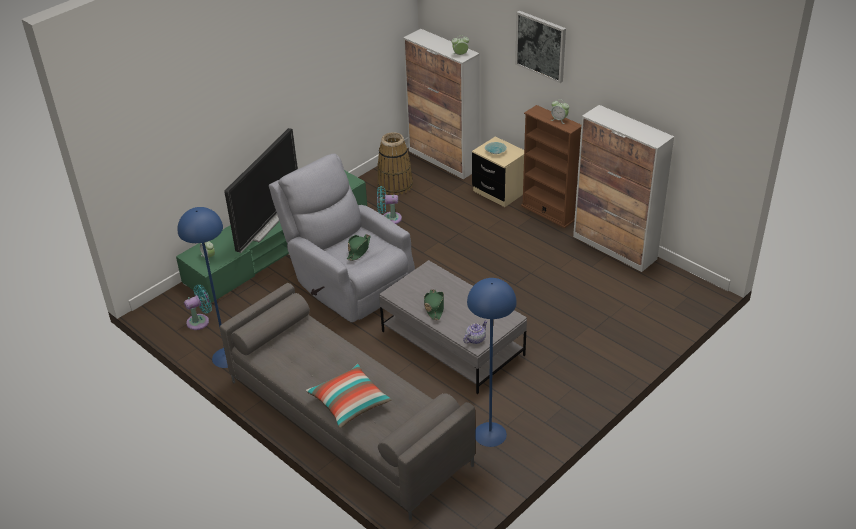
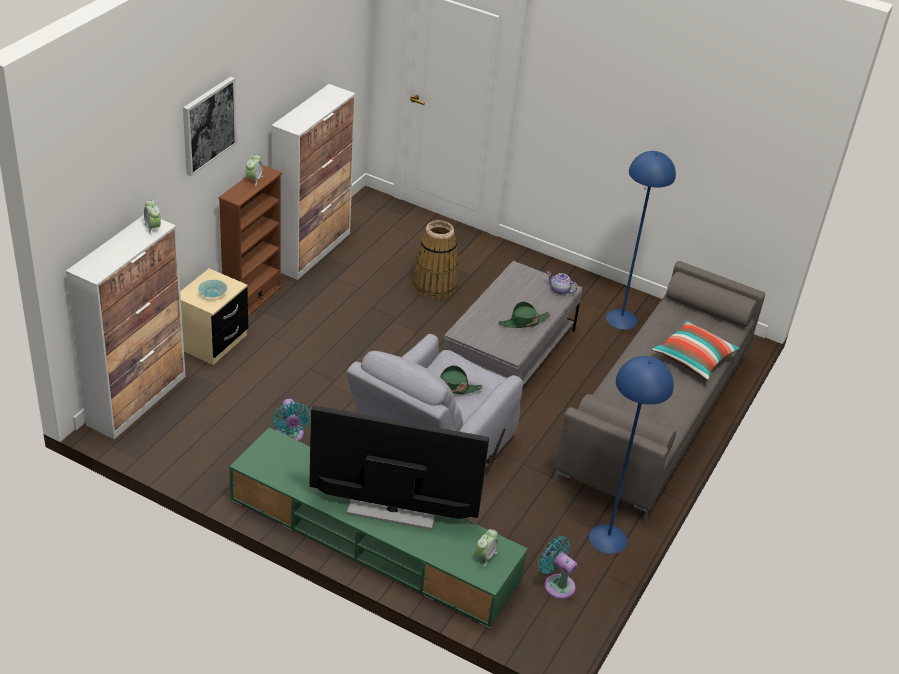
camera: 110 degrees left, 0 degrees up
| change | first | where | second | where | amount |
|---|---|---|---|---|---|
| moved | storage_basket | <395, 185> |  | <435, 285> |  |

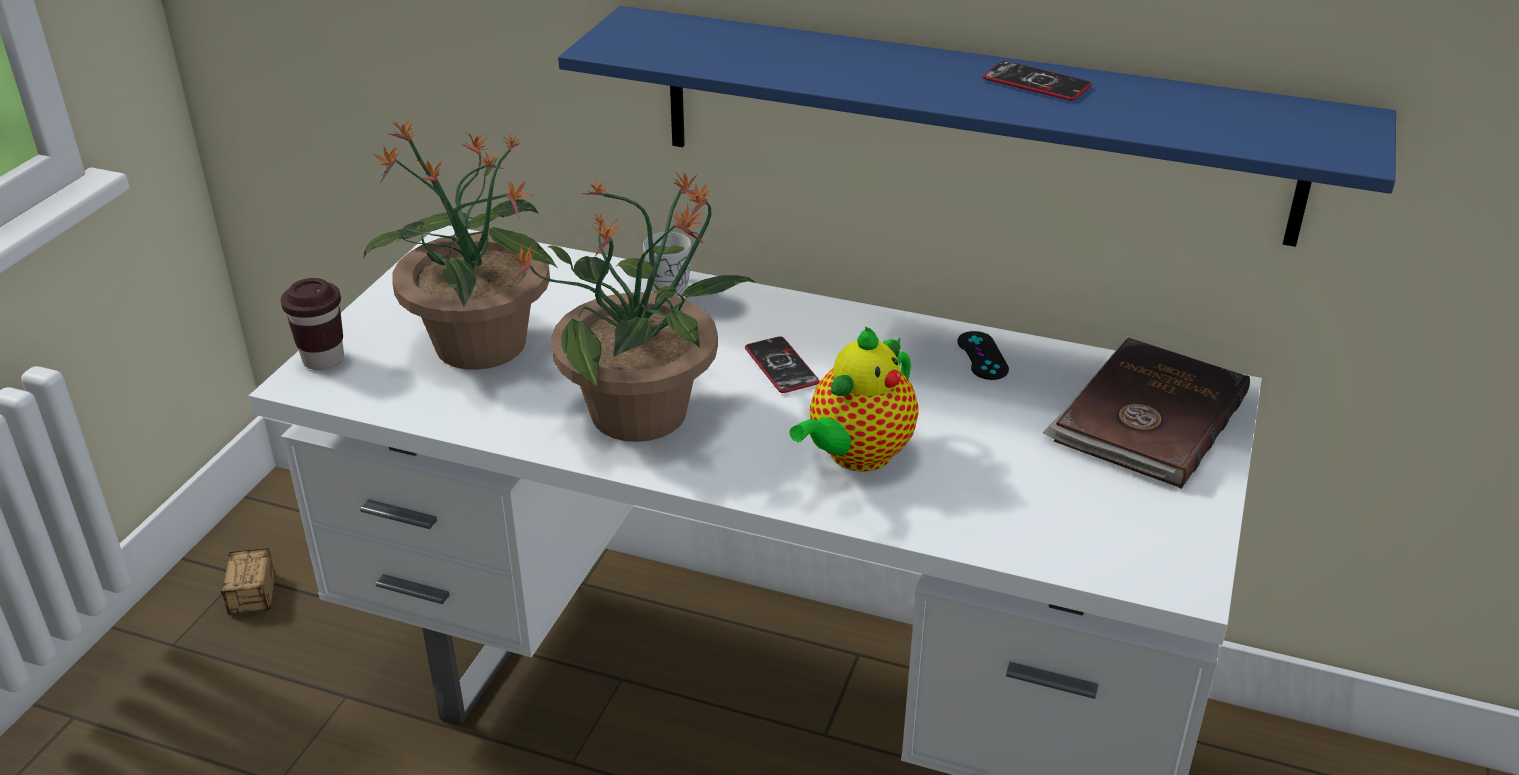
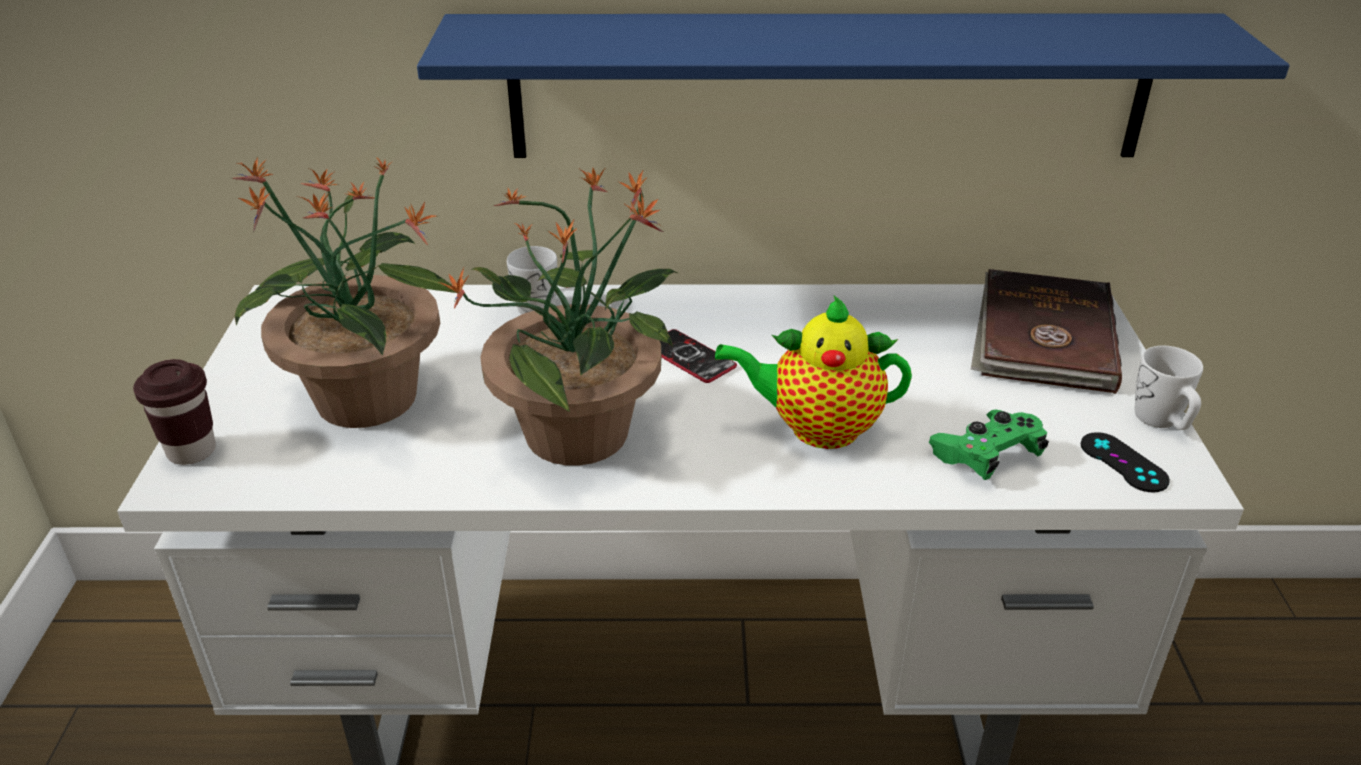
camera: 20 degrees left, 0 degrees up
| change | first | where | second | where | amount |
|---|---|---|---|---|---|
| removed | storage_bin | <248, 621> |  |  |  |
| removed | telephone | <1036, 83> |  |  |  |
| added |  |  | green_joypad | <986, 456> |  |
| added |  |  | whitish_coffee_mug | <1161, 422> |  |
| moved | black-coloured_joypad | <982, 356> |  | <1123, 462> |  |
| turned | pot_for_tea | <856, 456> |  | <816, 428> | 75 degrees clockwise |

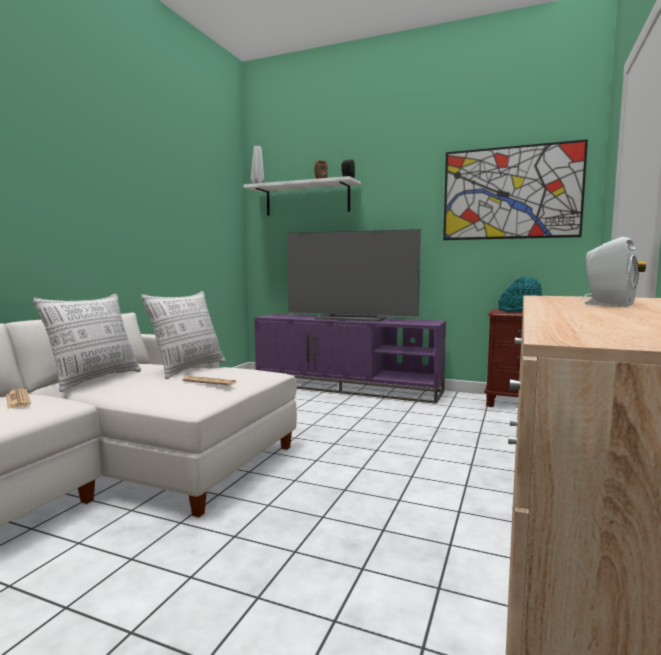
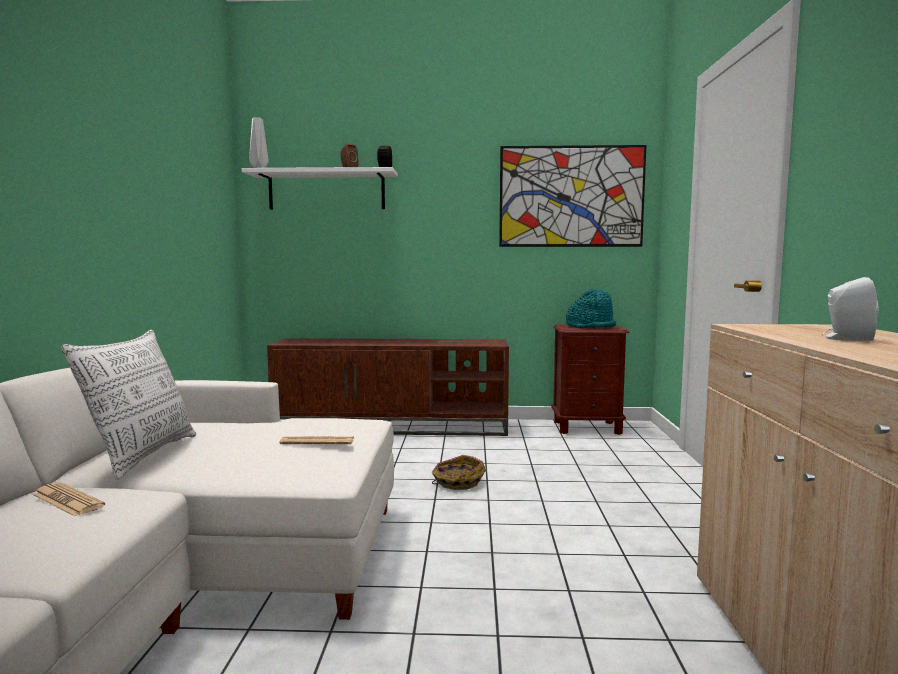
camera: 20 degrees left, 0 degrees up
| change | first | where | second | where | amount |
|---|---|---|---|---|---|
| removed | cushion | <188, 369> |  |  |  |
| removed | TV | <351, 318> |  |  |  |
| added |  |  | storage_basket | <457, 482> |  |
| recoloured | purplish_tv_stand | <348, 387> | brownish_tv_stand | <393, 426> |  |

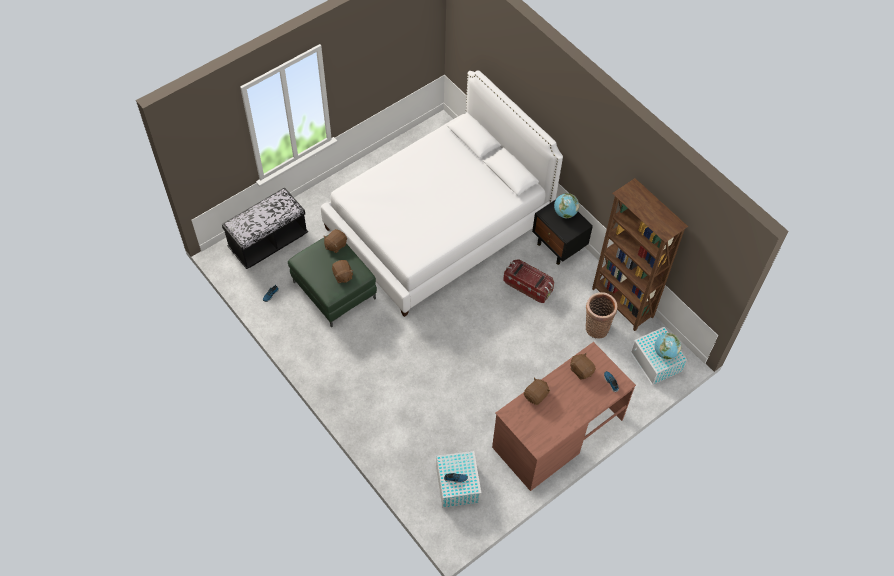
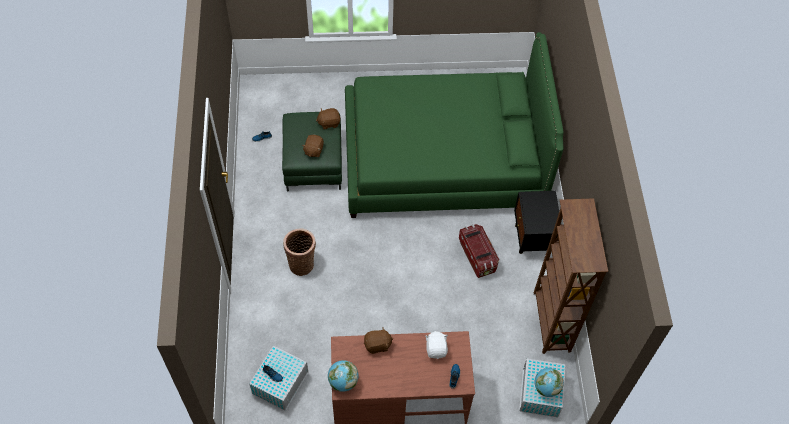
camera: 35 degrees right, 0 degrees up
| change | first | where | second | where | amount |
|---|---|---|---|---|---|
| removed | black-coloured_long_seat | <268, 242> |  |  |  |
| moved | world_globe | <565, 213> |  | <343, 381> |  |
| moved | storage_basket | <596, 327> |  | <302, 263> |  |
| recoloured | whitish_bedroom_bed | <439, 224> | green_bedroom_bed | <443, 159> |  |
| recoloured | brownish_plush_toy | <581, 370> | whitish_plush_toy | <436, 349> |  |

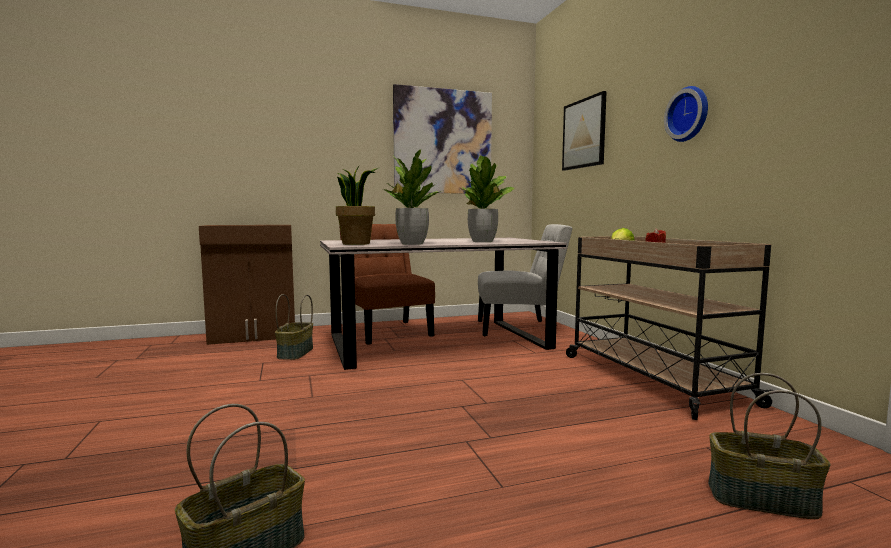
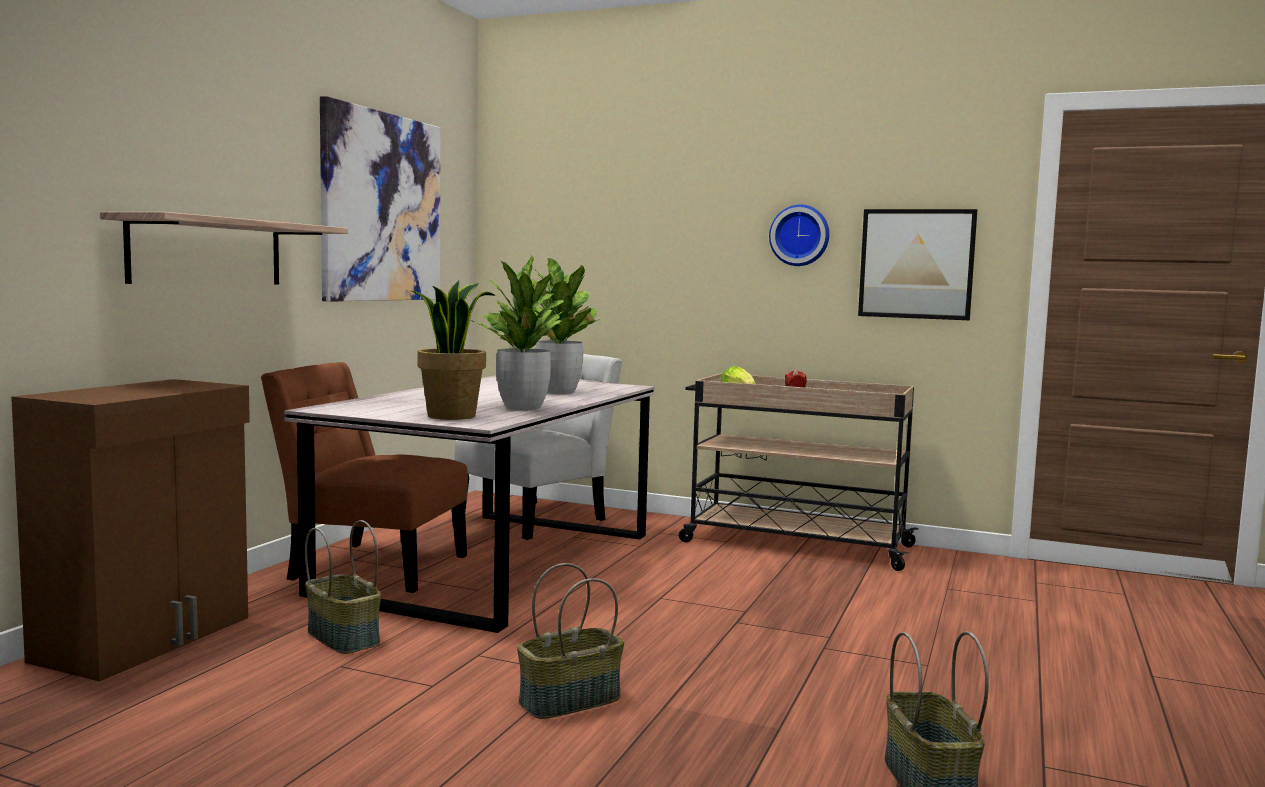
camera: 50 degrees left, 0 degrees up
| change | first | where | second | where | amount |
|---|---|---|---|---|---|
| added |  |  | shelf | <207, 252> |  |
| moved | wall_picture | <584, 133> |  | <916, 264> |  |
| moved | storage_basket | <761, 500> |  | <570, 701> |  |

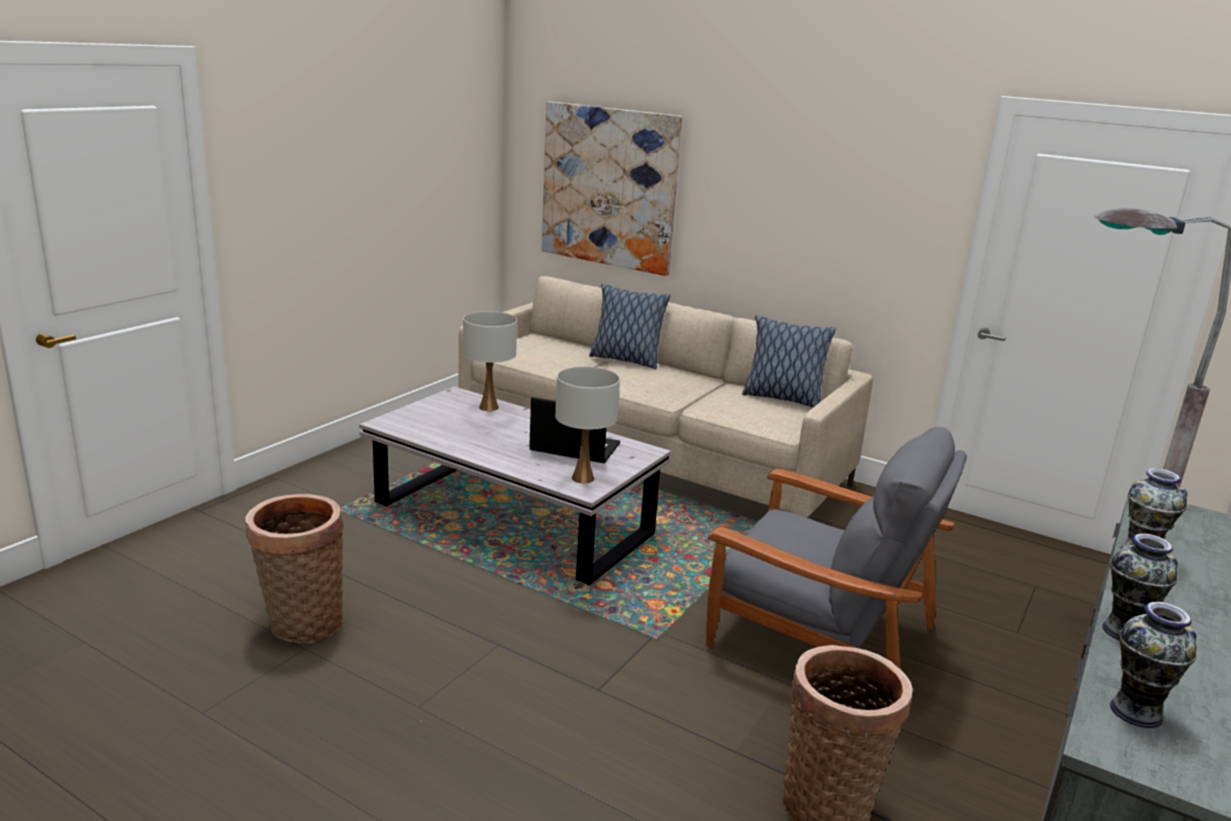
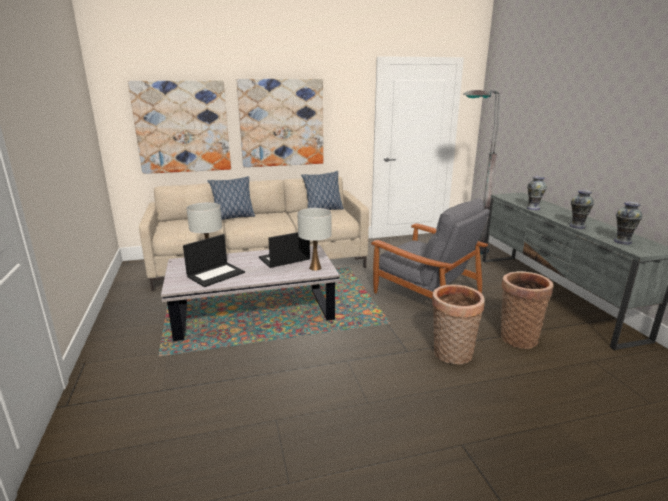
camera: 45 degrees left, 0 degrees up
| change | first | where | second | where | amount |
|---|---|---|---|---|---|
| added |  |  | laptop | <216, 274> |  |
| added |  |  | wall_picture | <282, 123> |  |
| moved | storage_basket | <301, 623> |  | <451, 355> |  |
| turned | grey_lounge_chair | <818, 635> |  | <426, 293> | 60 degrees clockwise |

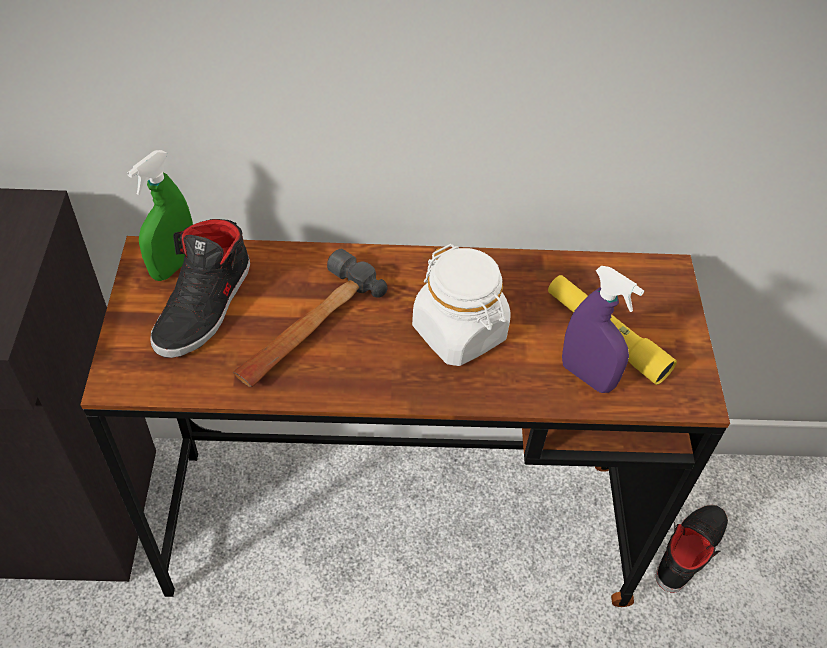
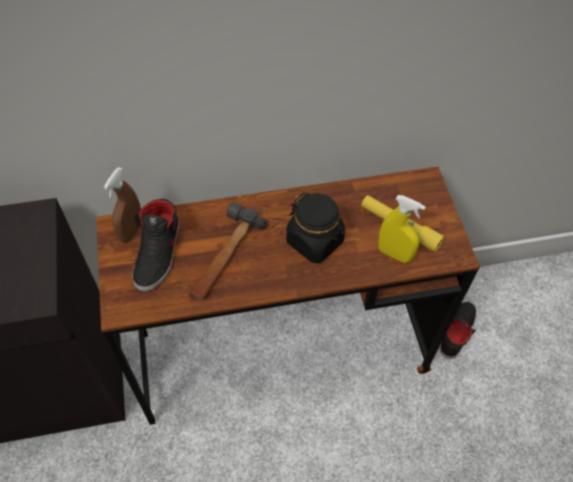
camera: 10 degrees left, 5 degrees up
| change | first | where | second | where | amount |
|---|---|---|---|---|---|
| recoloured | green_sprayer | <173, 265> | brownish_sprayer | <131, 231> |  |
| recoloured | whitish_jar | <459, 332> | black-coloured_jar | <315, 241> |  |
| recoloured | purplish_sprayer | <586, 376> | yellow-coloured_sprayer | <394, 254> |  |

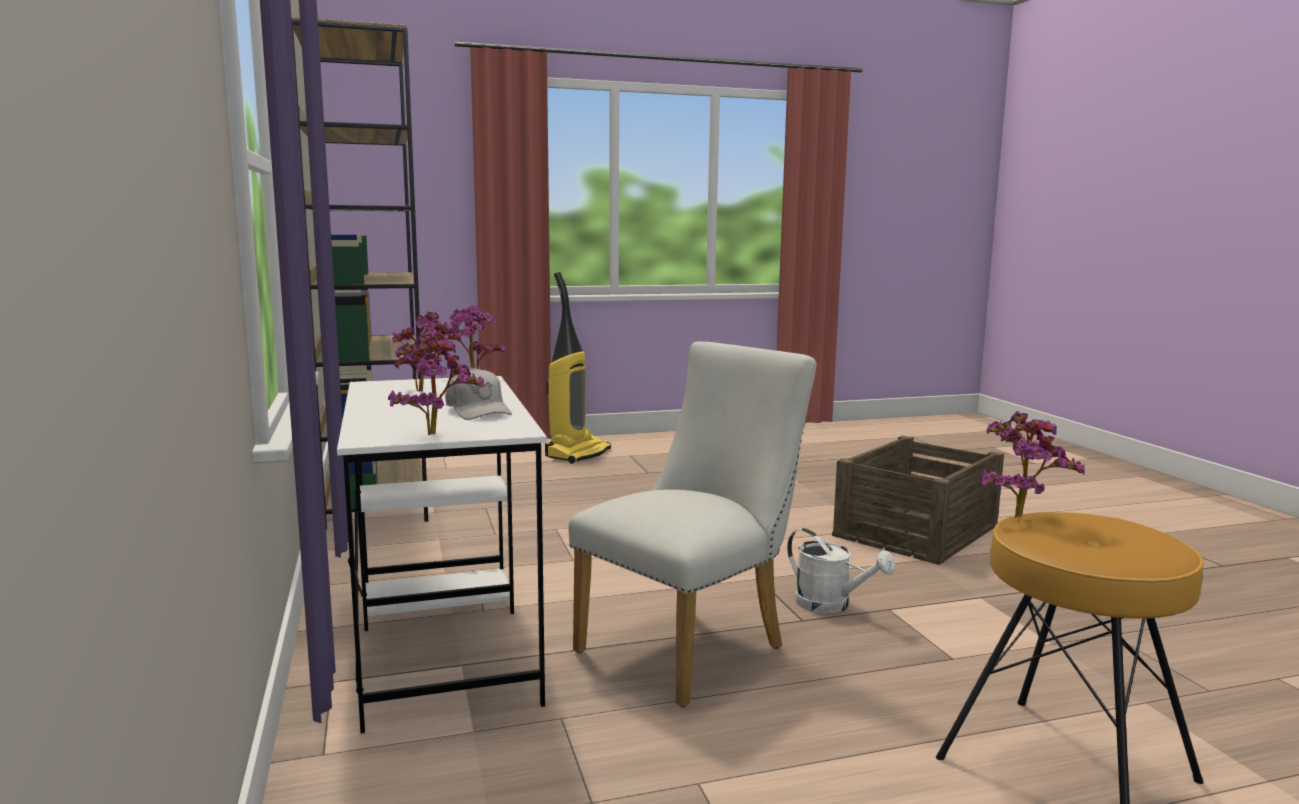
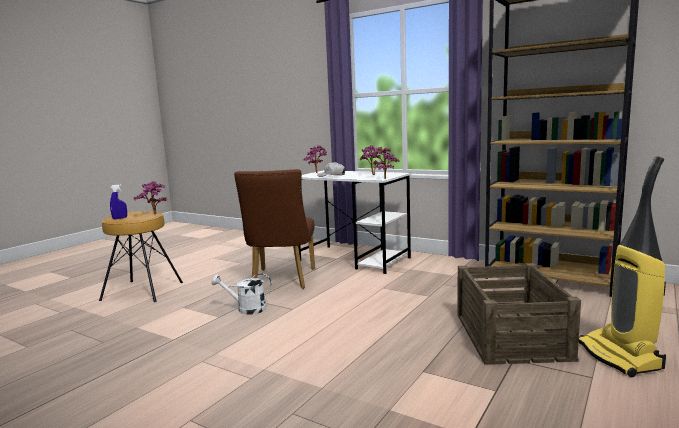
camera: 140 degrees right, 0 degrees up
| change | first | where | second | where | amount |
|---|---|---|---|---|---|
| added |  |  | blue_sprayer | <120, 218> |  |
| moved | packing_crate | <917, 530> |  | <510, 336> |  |
| recoloured | whitish_chair | <692, 646> | brownish_chair | <282, 280> |  |

